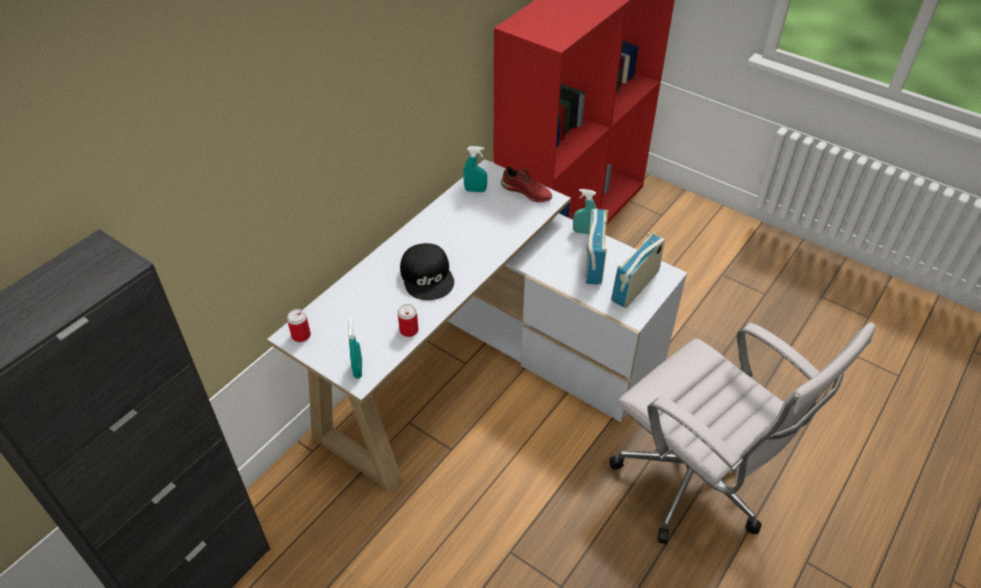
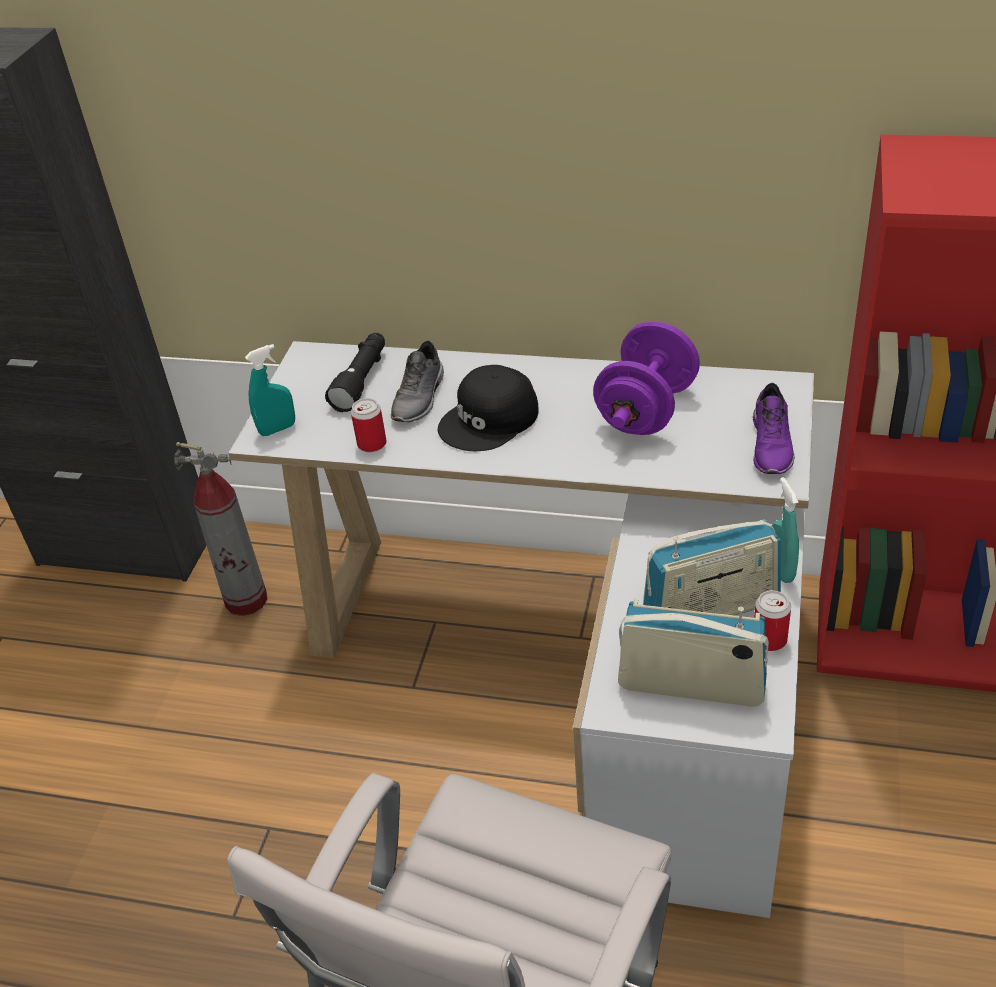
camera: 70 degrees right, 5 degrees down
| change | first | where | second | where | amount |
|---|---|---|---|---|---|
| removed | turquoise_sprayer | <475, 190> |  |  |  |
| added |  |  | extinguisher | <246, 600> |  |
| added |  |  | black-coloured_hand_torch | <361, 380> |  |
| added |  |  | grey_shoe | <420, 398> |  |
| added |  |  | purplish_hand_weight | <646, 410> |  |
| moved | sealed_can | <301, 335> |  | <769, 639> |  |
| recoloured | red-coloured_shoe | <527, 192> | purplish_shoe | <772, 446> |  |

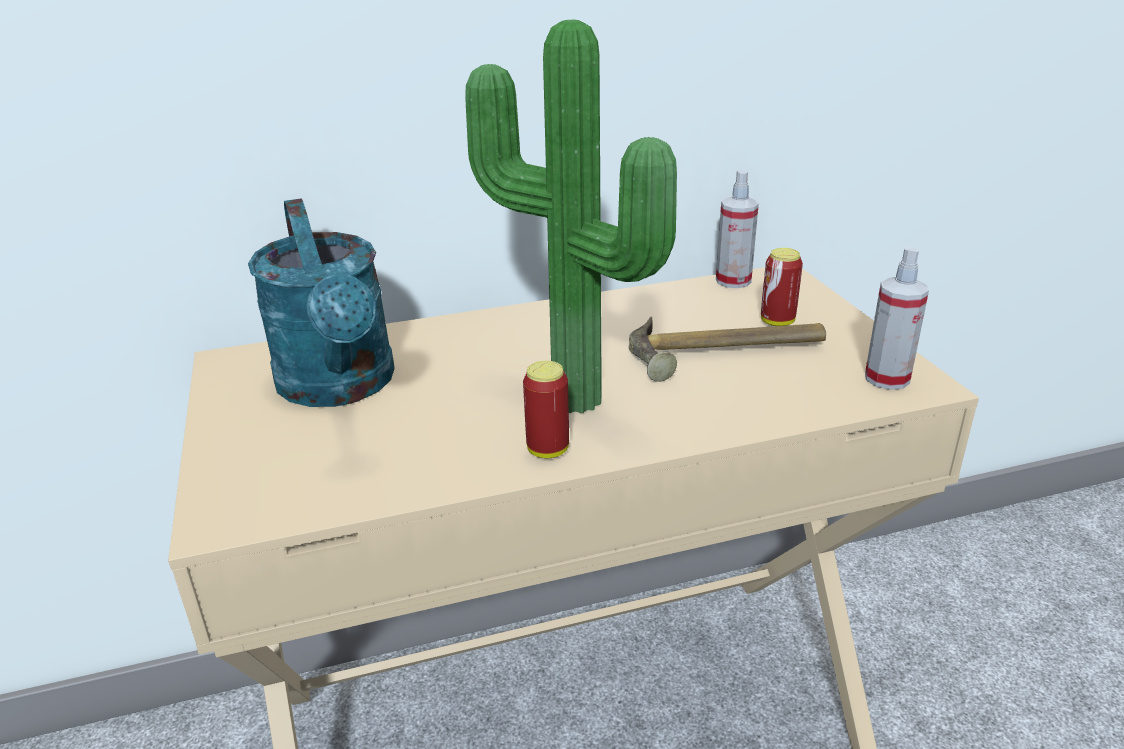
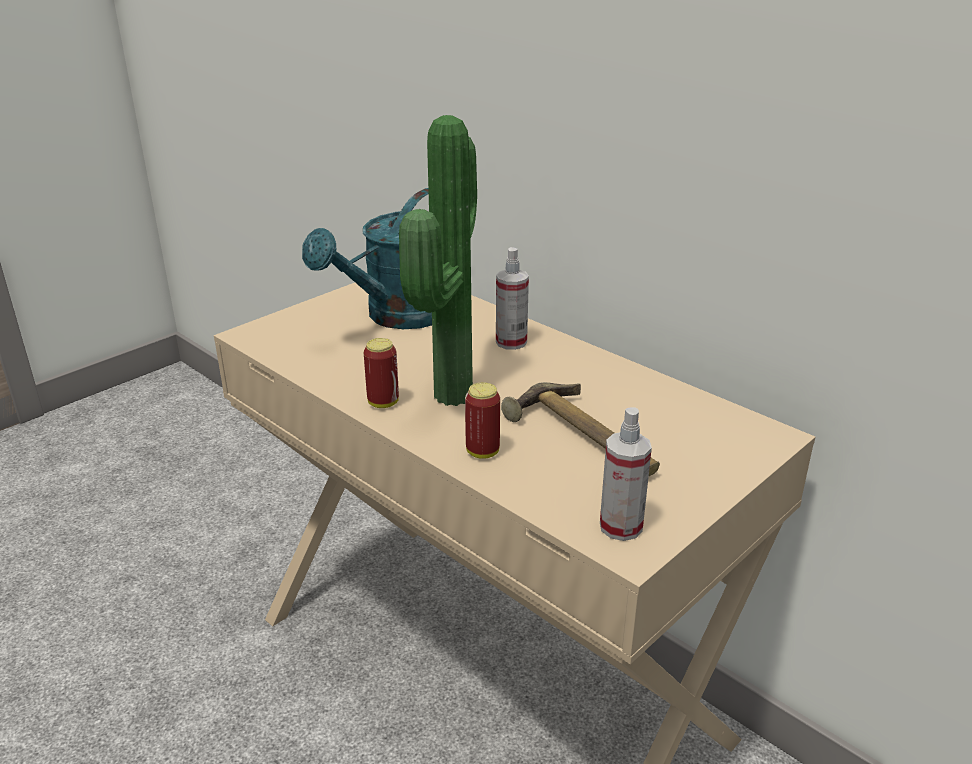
camera: 60 degrees right, 0 degrees up
| change | first | where | second | where | amount |
|---|---|---|---|---|---|
| moved | sprayer | <733, 281> |  | <511, 342> |  |
| moved | sealed_can | <777, 322> |  | <482, 452> |  |

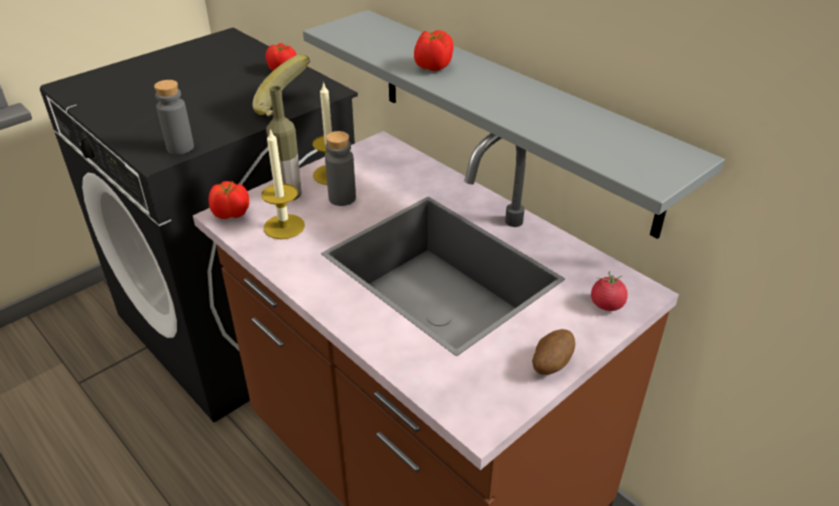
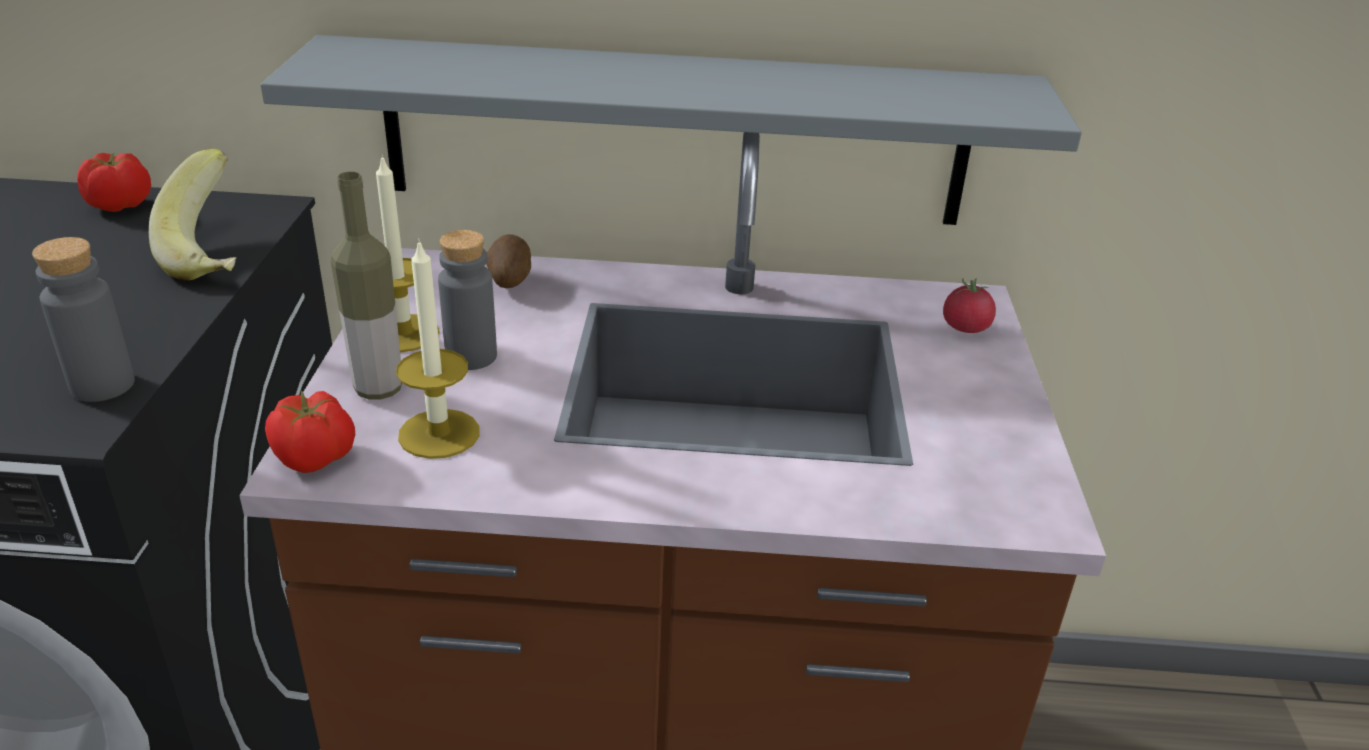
camera: 45 degrees left, 5 degrees down
| change | first | where | second | where | amount |
|---|---|---|---|---|---|
| removed | fresh_tomato | <432, 67> |  |  |  |
| moved | whole_potato | <550, 364> |  | <509, 281> |  |

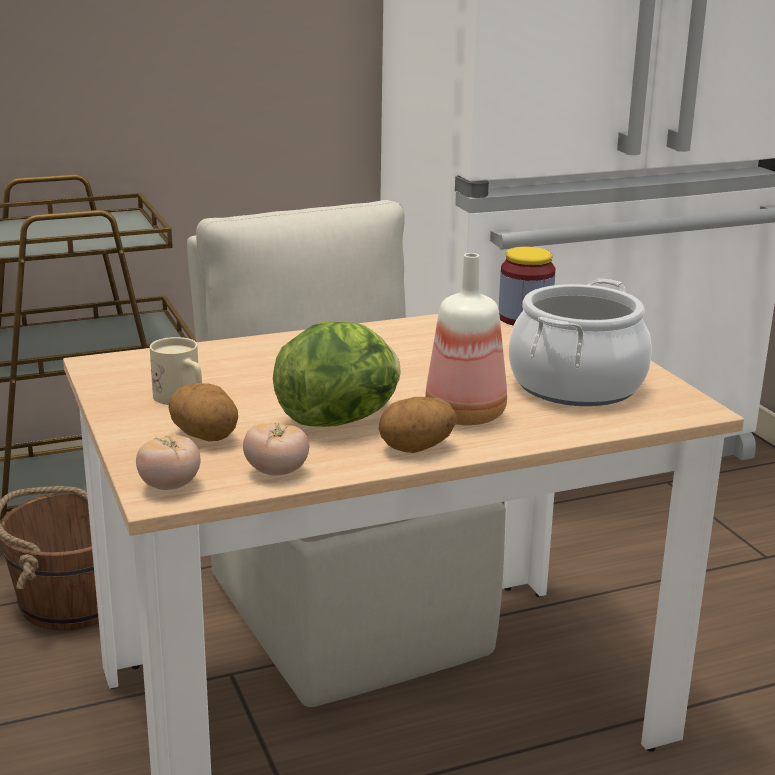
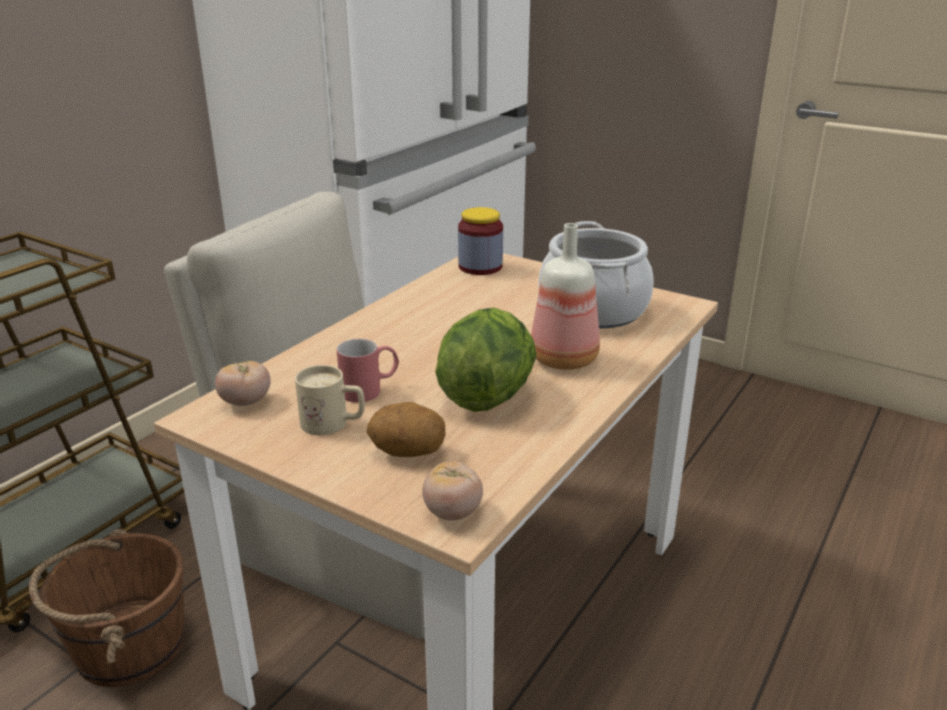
camera: 35 degrees left, 5 degrees up
| change | first | where | second | where | amount |
|---|---|---|---|---|---|
| removed | whole_potato | <417, 449> |  |  |  |
| added |  |  | red-coloured_coffee_mug | <370, 390> |  |
| moved | fresh_tomato | <276, 472> |  | <246, 402> |  |

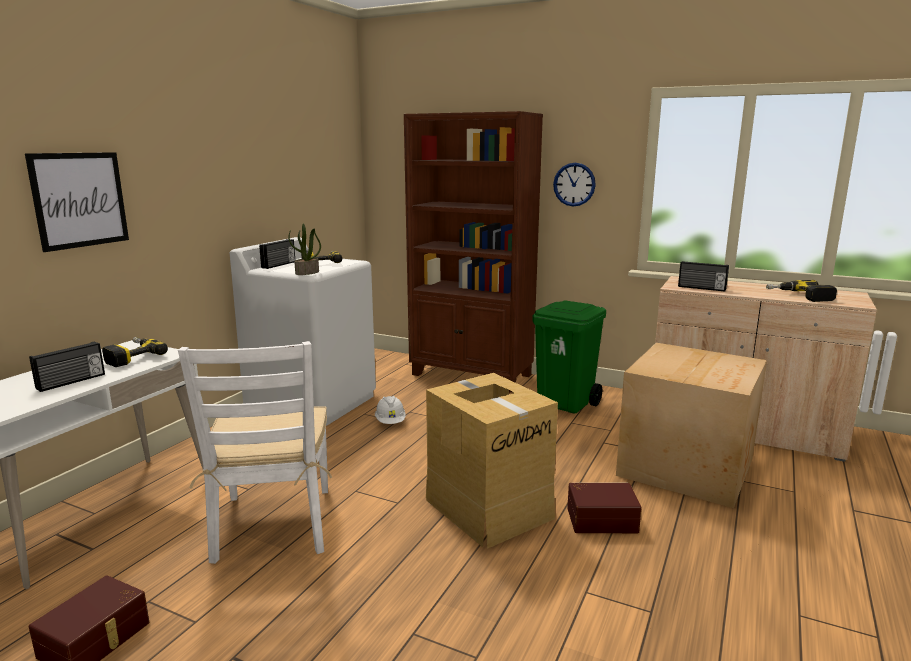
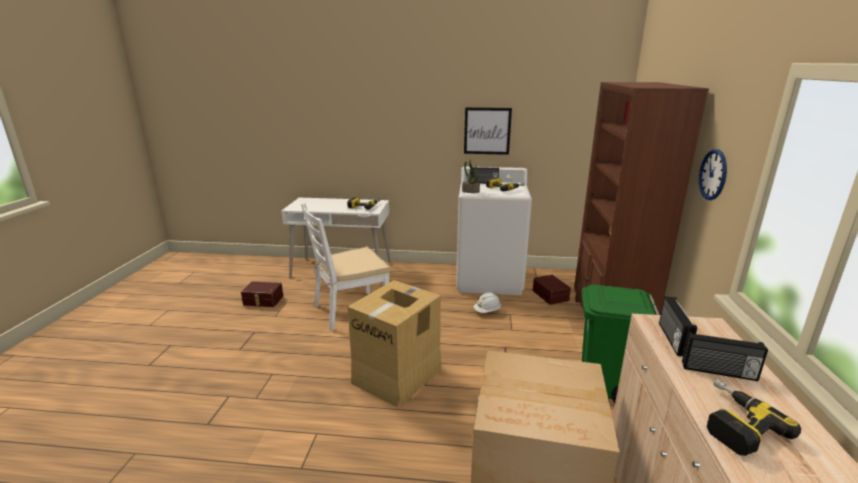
camera: 70 degrees right, 5 degrees up
| change | first | where | second | where | amount |
|---|---|---|---|---|---|
| moved | wall_picture | <80, 200> |  | <487, 131> |  |
| moved | radio | <71, 382> |  | <718, 372> |  |
| moved | brownish_storage_bin | <601, 519> |  | <551, 295> |  |

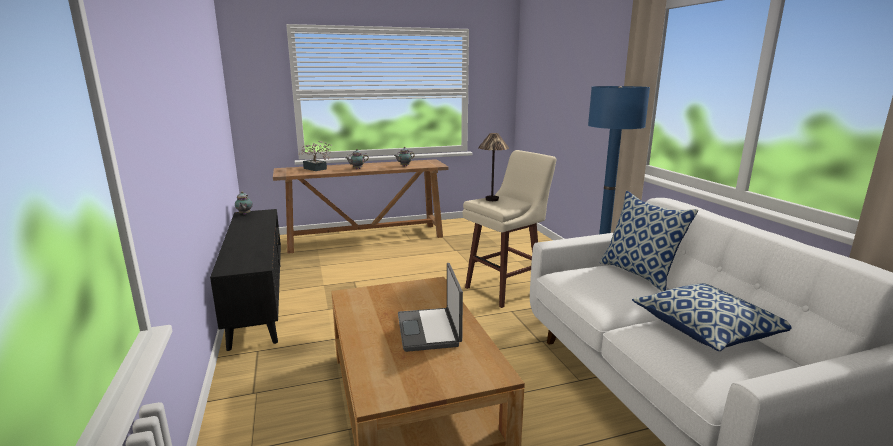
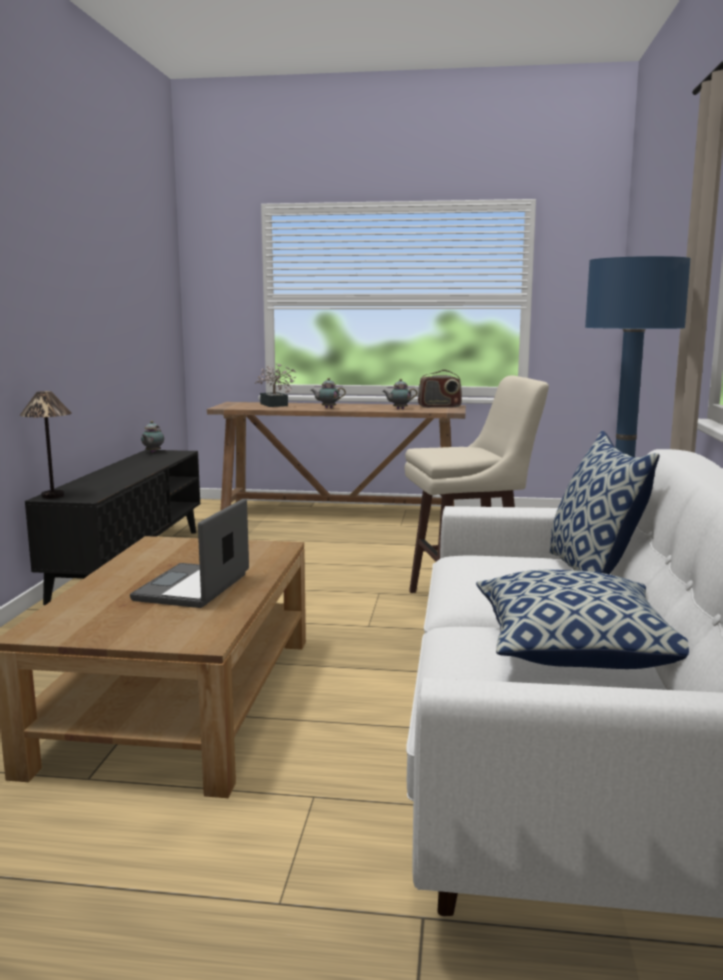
camera: 25 degrees right, 5 degrees down
| change | first | where | second | where | amount |
|---|---|---|---|---|---|
| added |  |  | radio | <439, 407> |  |
| moved | lamp_for_a_table | <492, 199> |  | <53, 496> |  |

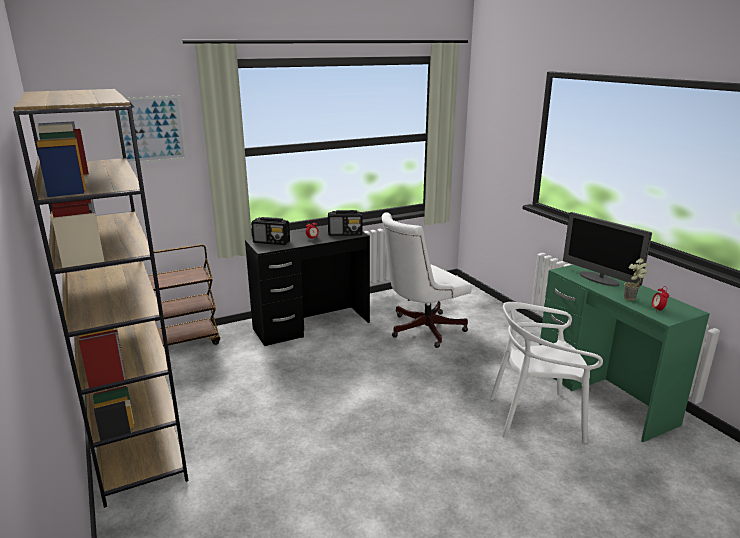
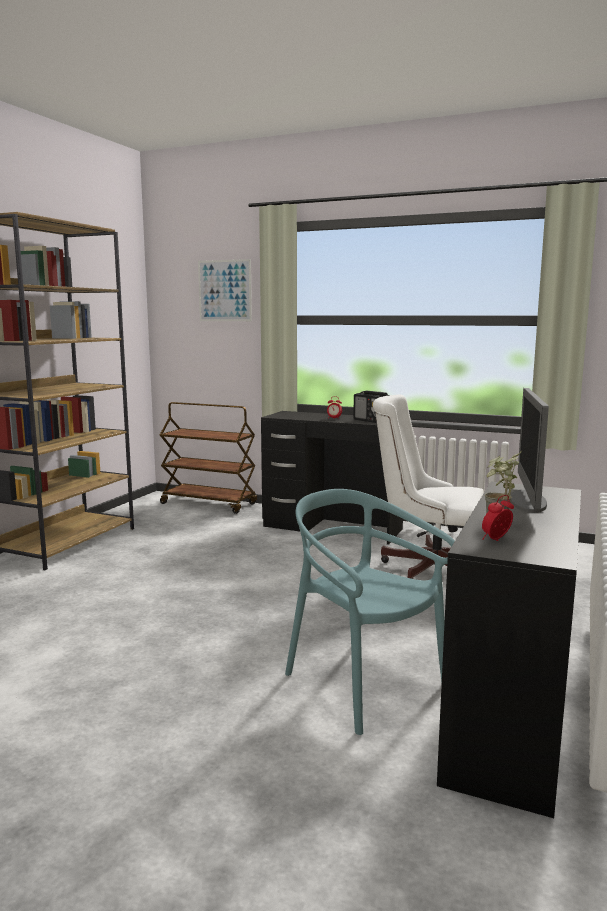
camera: 50 degrees right, 10 degrees down
| change | first | where | second | where | amount |
|---|---|---|---|---|---|
| removed | radio | <272, 242> |  |  |  |
| recoloured | whitish_chair | <536, 417> | turquoise_chair | <363, 683> |  |
| recoloured | green_desk_table | <603, 394> | black-coloured_desk_table | <511, 719> |  |

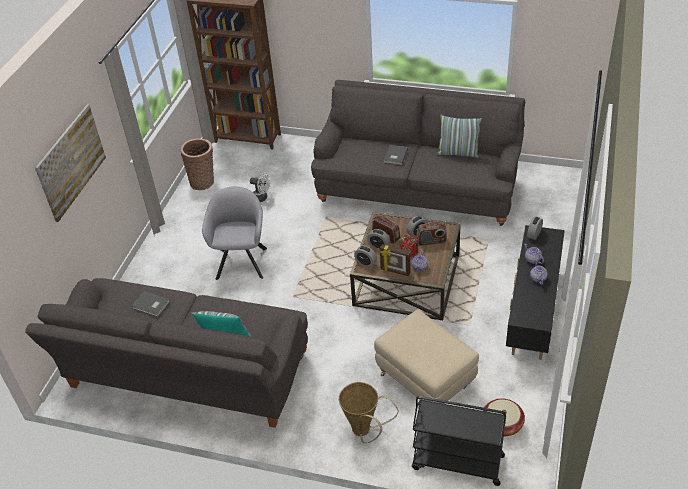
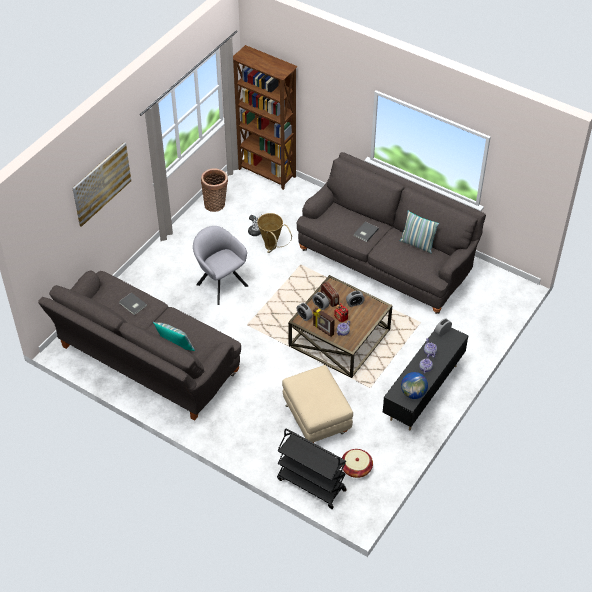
camera: 15 degrees right, 5 degrees up
| change | first | where | second | where | amount |
|---|---|---|---|---|---|
| removed | radio | <431, 241> |  |  |  |
| added |  |  | world_globe | <413, 393> |  |
| moved | storage_basket | <364, 432> |  | <272, 248> |  |
| turned | grey_lounge_chair | <242, 260> |  | <220, 283> | 60 degrees counterclockwise |

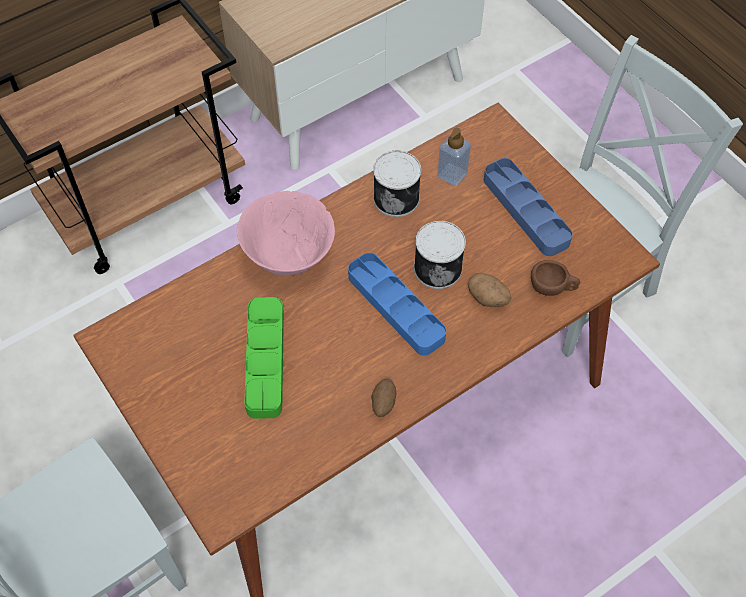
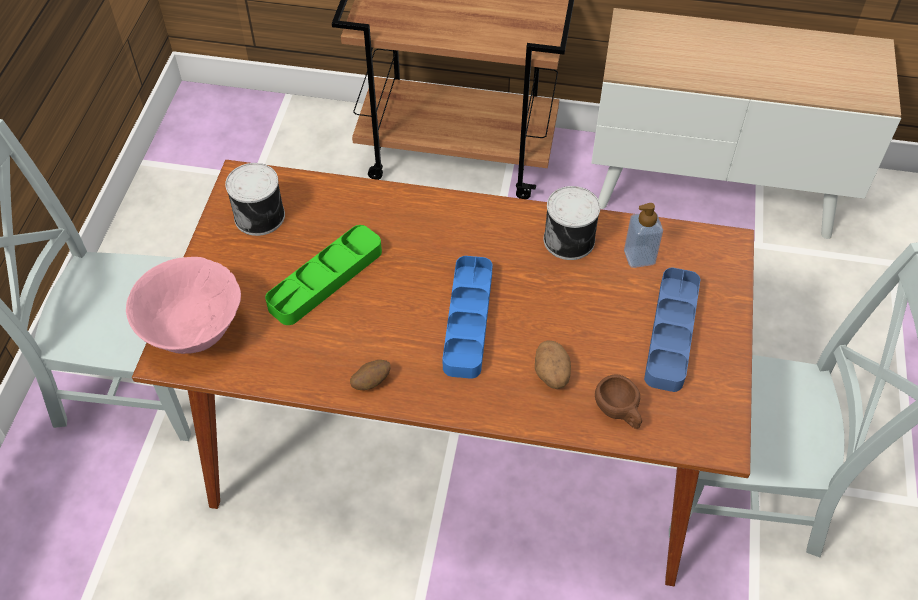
camera: 45 degrees right, 5 degrees down
| change | first | where | second | where | amount |
|---|---|---|---|---|---|
| moved | pinkish_bowl | <288, 256> |  | <193, 331> |  |
| moved | sealed_can | <438, 267> |  | <261, 215> |  |

